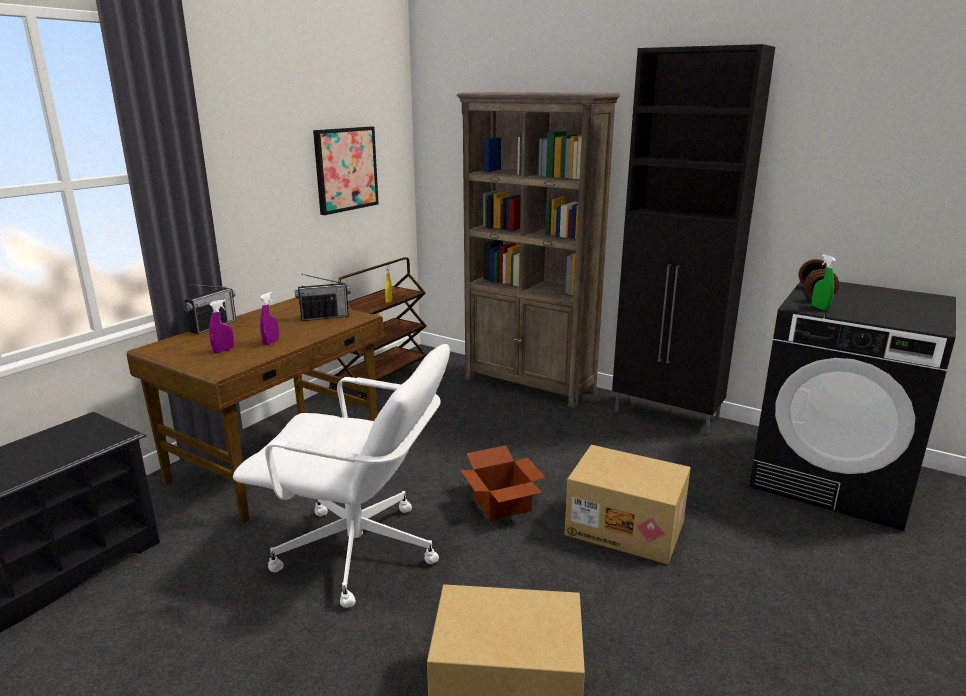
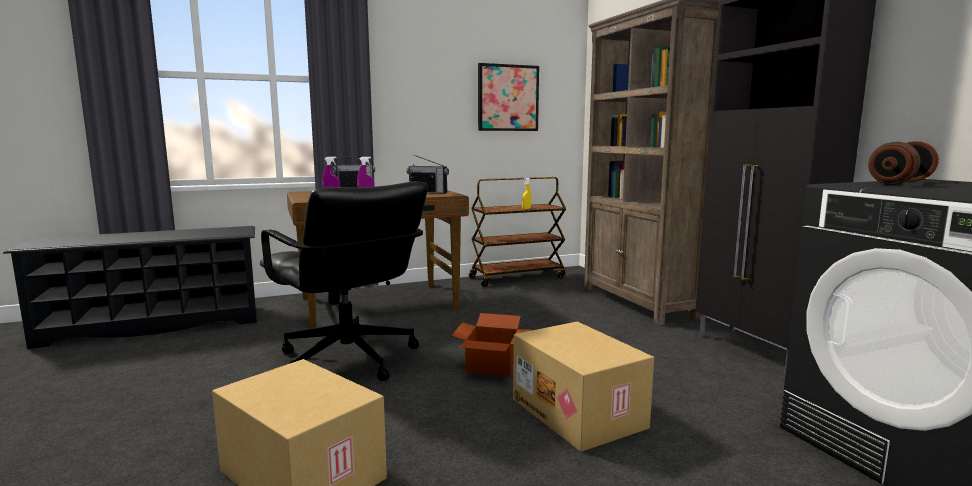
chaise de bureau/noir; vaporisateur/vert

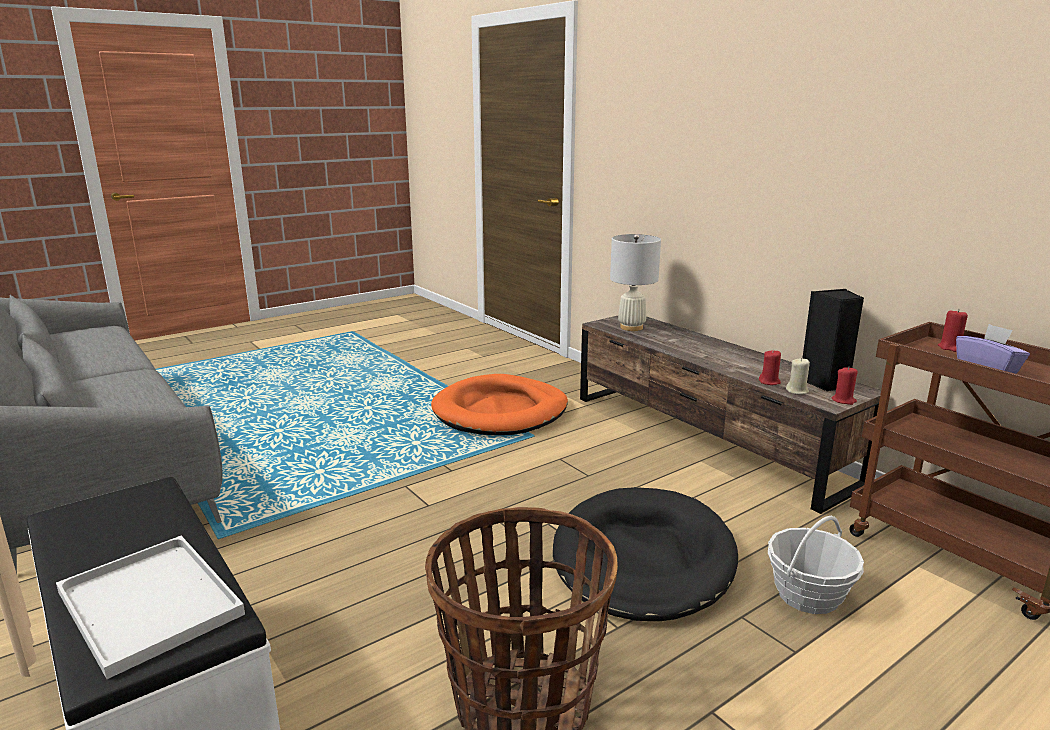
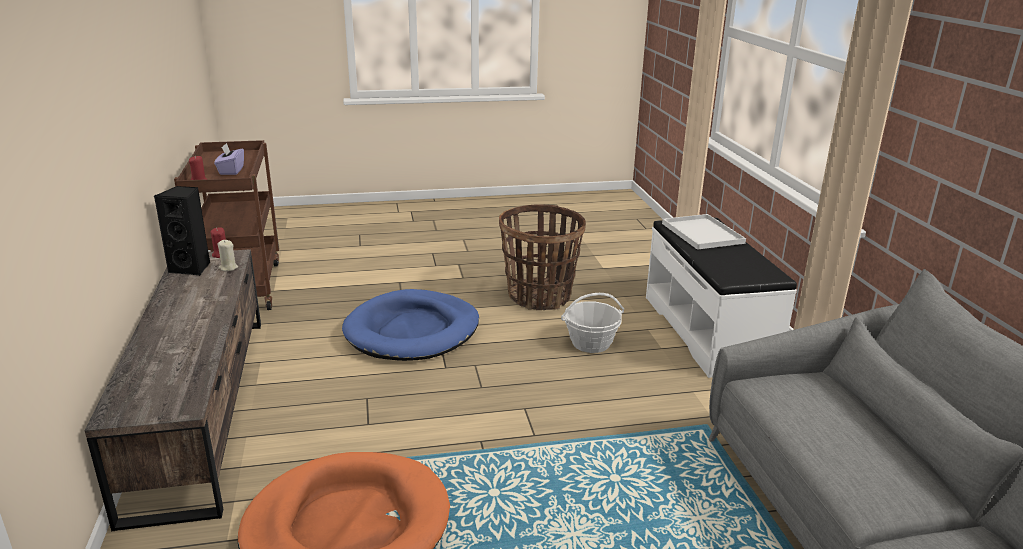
panier pour chien/bleu; lampe de table/blanc; bougie/rouge (no. 1 from left in the first image); panier (no. 2 from left)

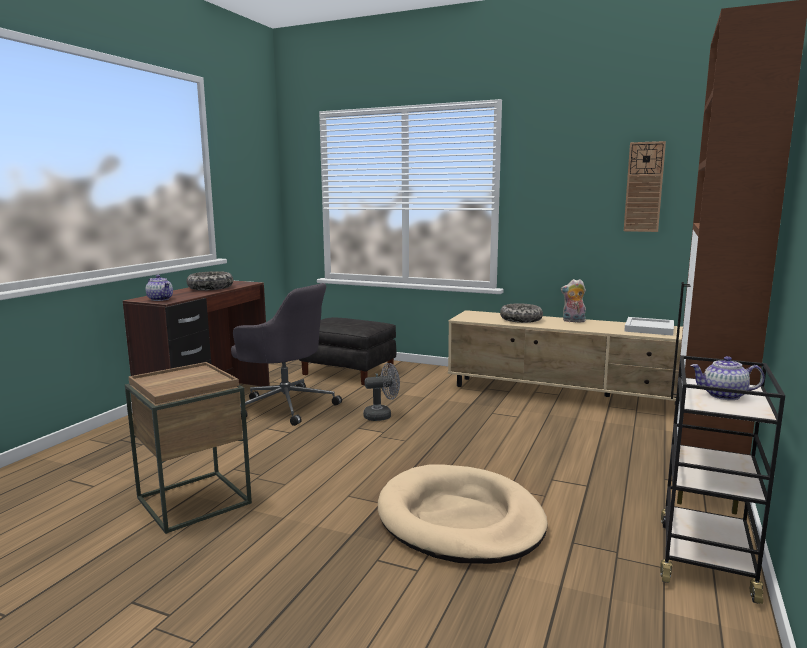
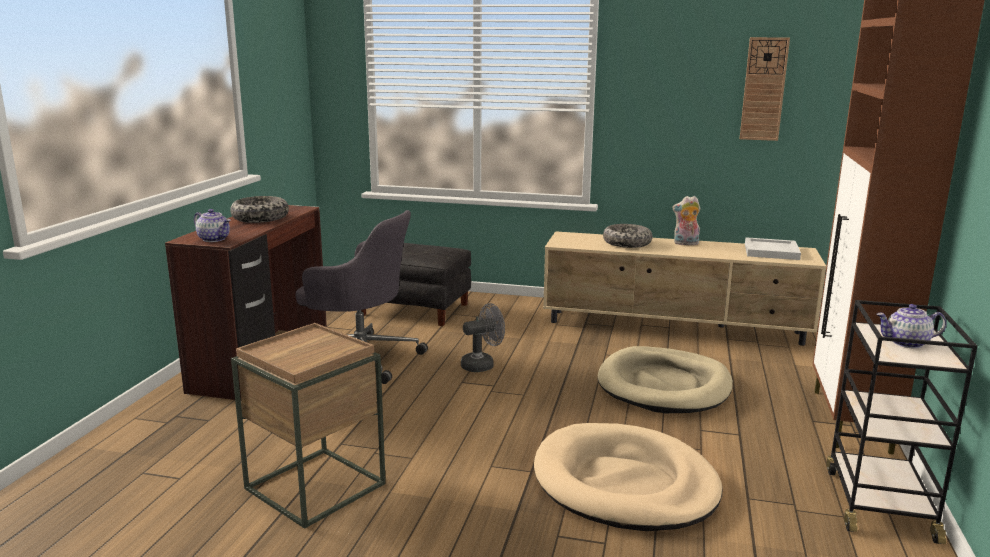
panier pour chien/beige (no. 2 from left)

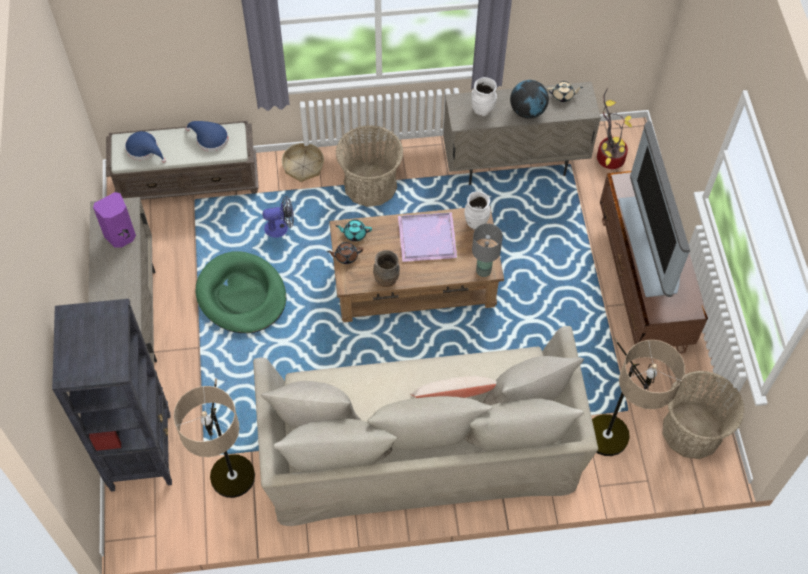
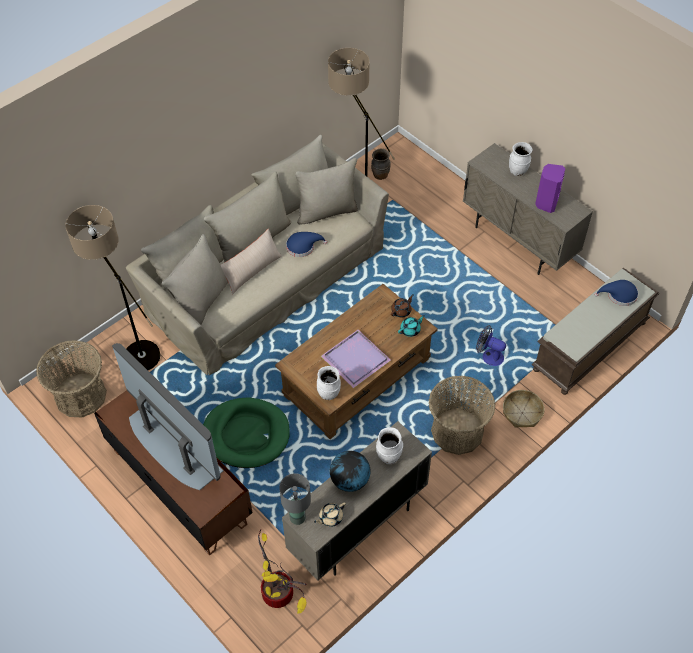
bibliothèque/noir; chapeau/bleu (no. 1 from left); panier pour chien/vert; ventilateur; vase/marron; lampe de table/gris; vase/blanc (no. 3 from left)

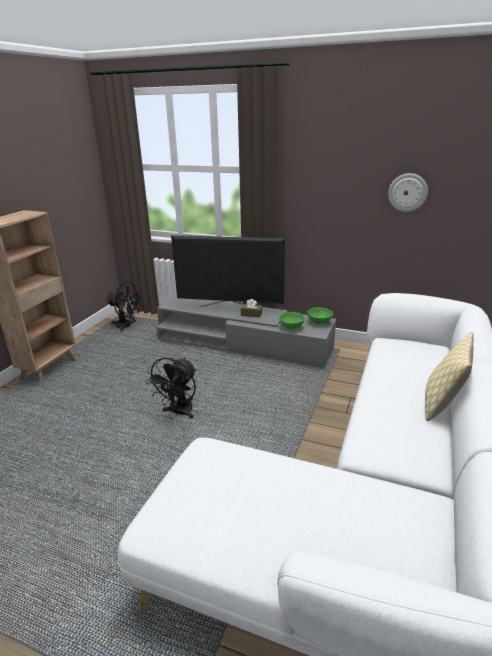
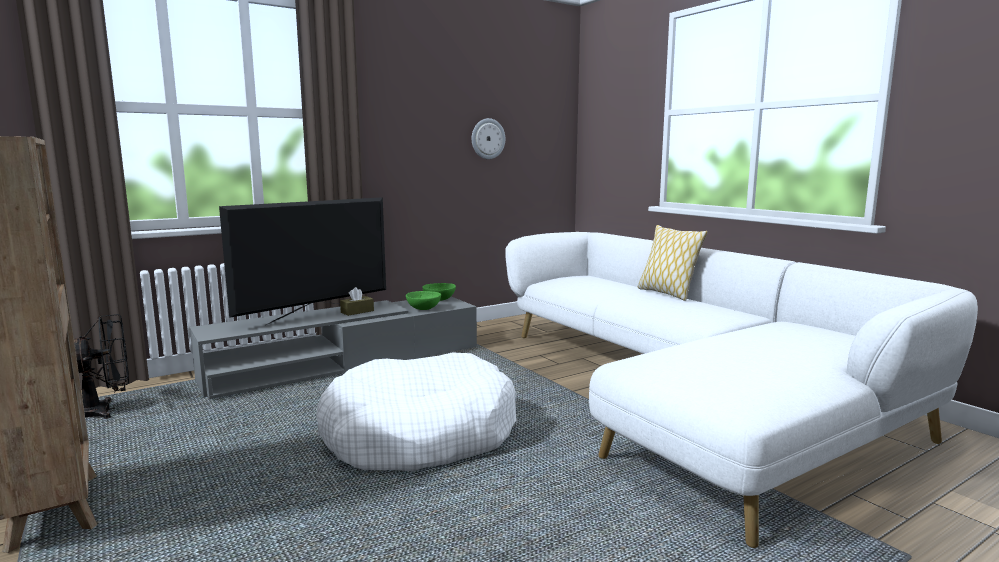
panier pour chien/blanc

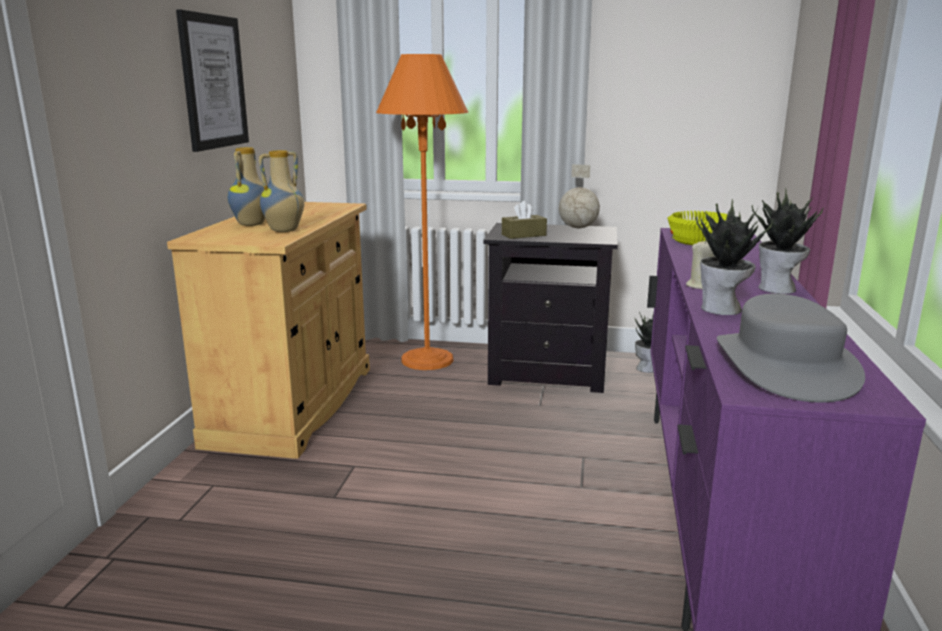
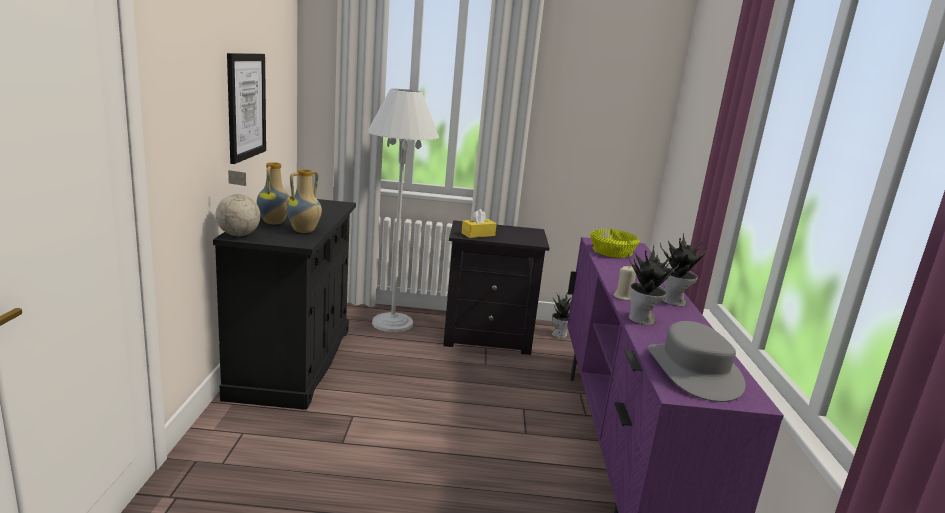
meuble de rangement/noir; lampadaire/blanc; boîte à mouchoirs/jaune; globe

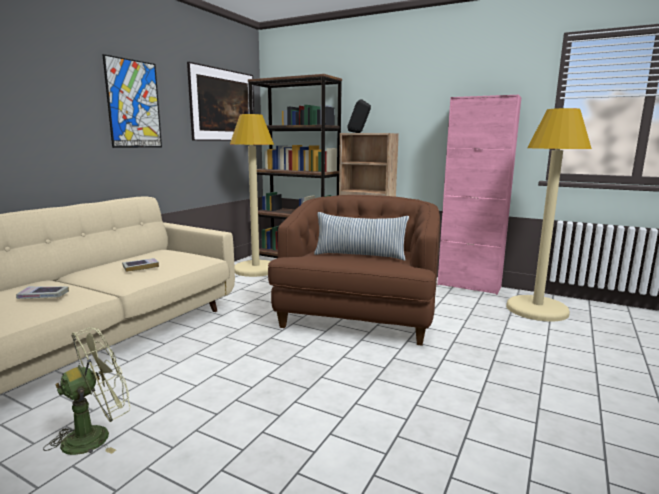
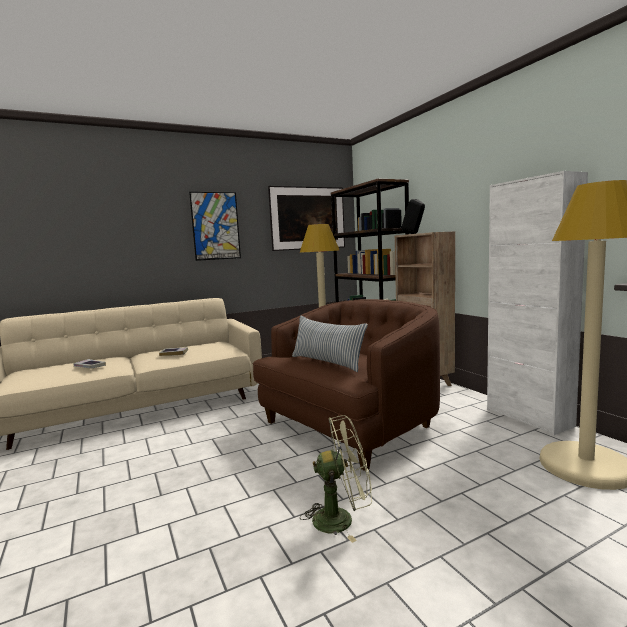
ventilateur/vert; meuble de rangement/blanc

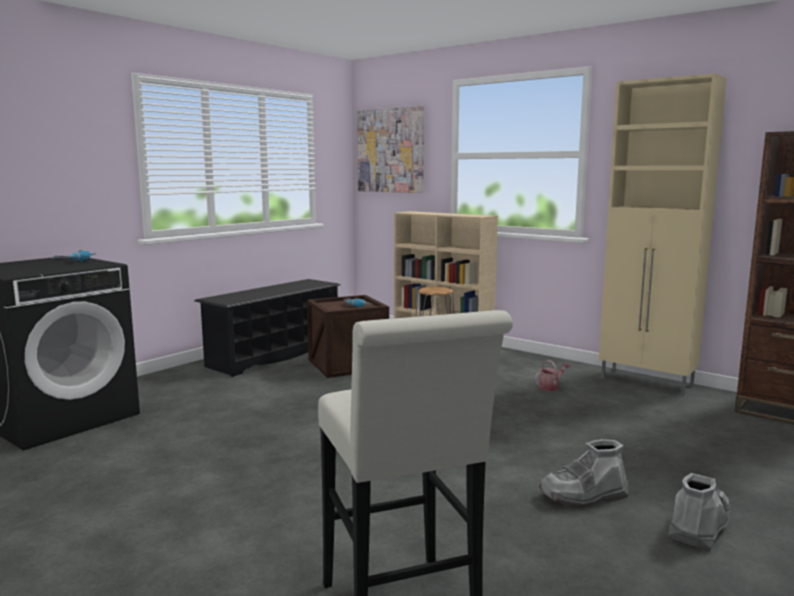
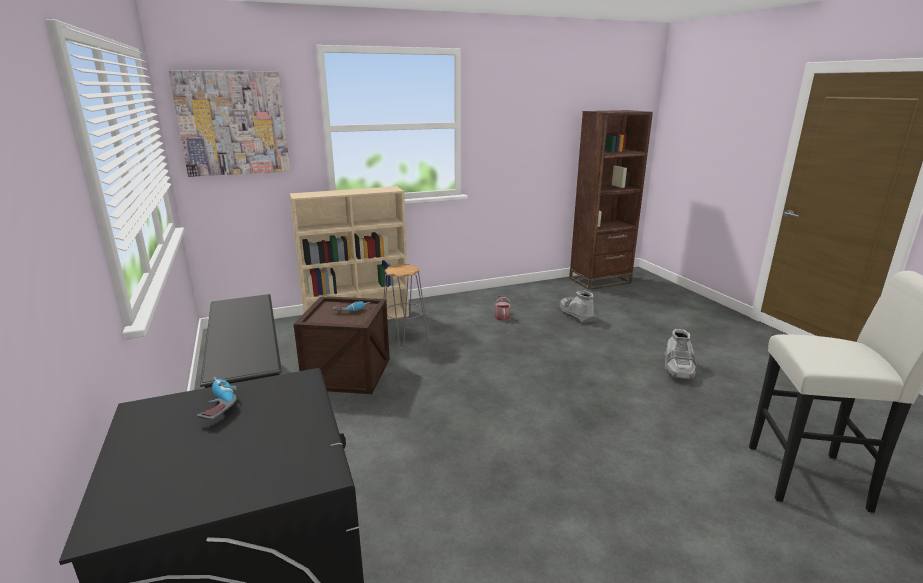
meuble de rangement/beige; botte/gris (no. 1 from left)

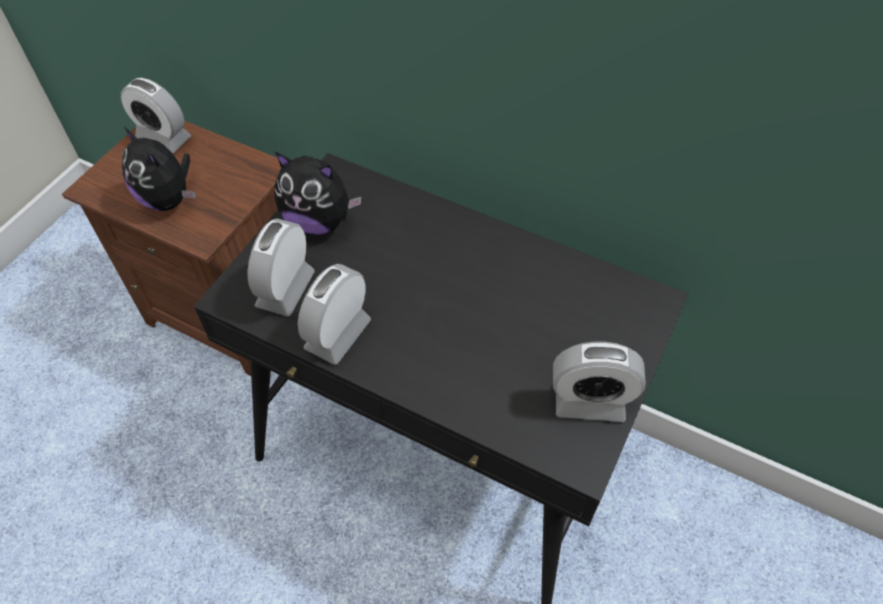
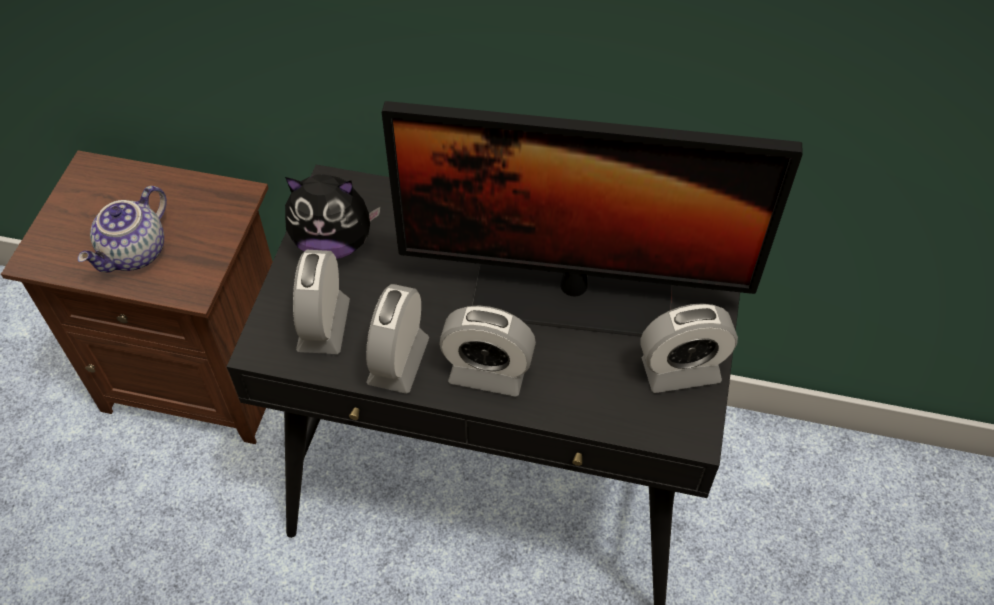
réveil (no. 3 from left); théière; écran d'ordinateur

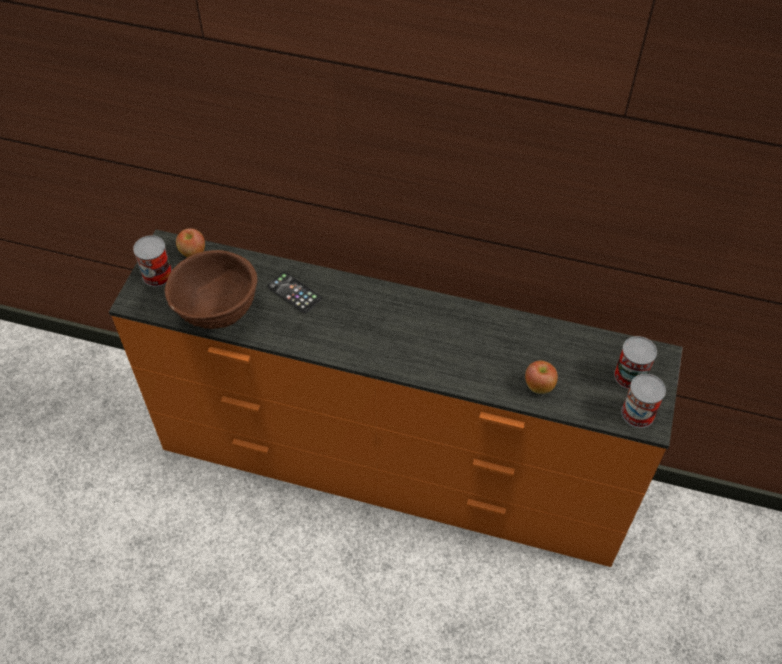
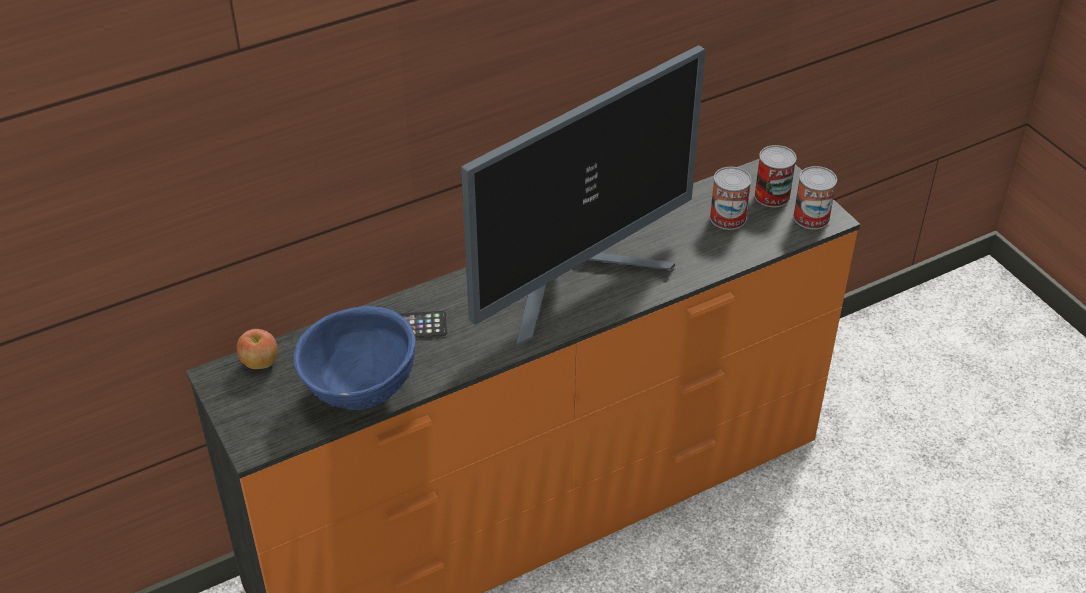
boîte métallique (no. 1 from left); bol/bleu; pomme (no. 2 from left in the first image); écran d'ordinateur

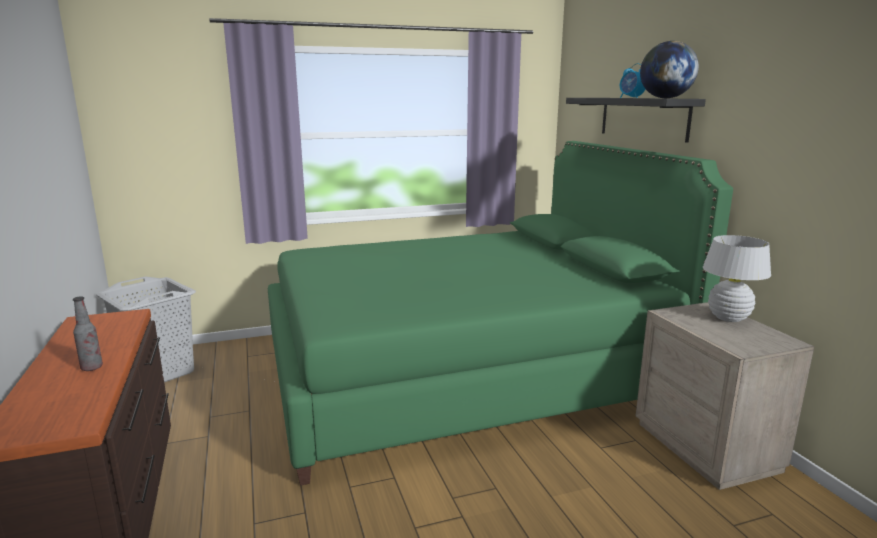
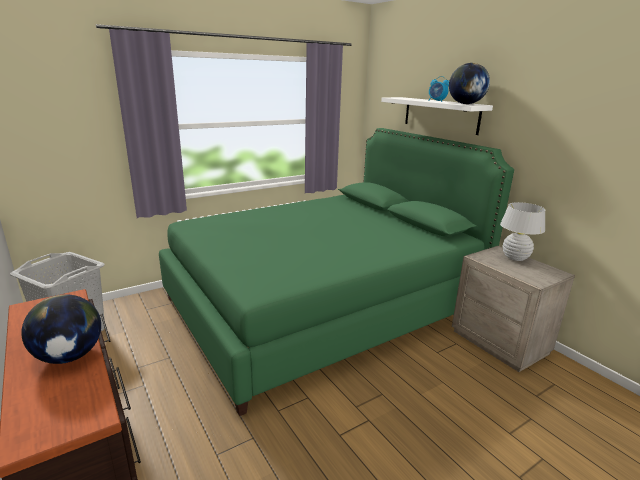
globe (no. 1 from left); étagère/blanc

